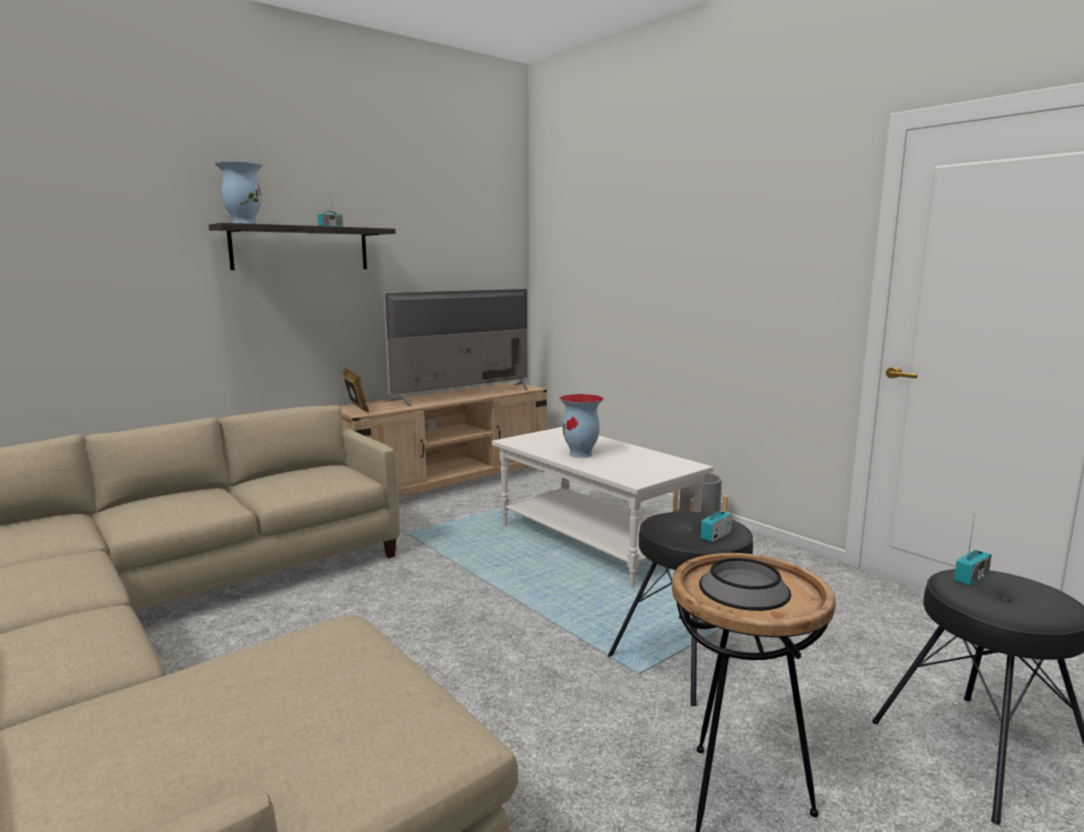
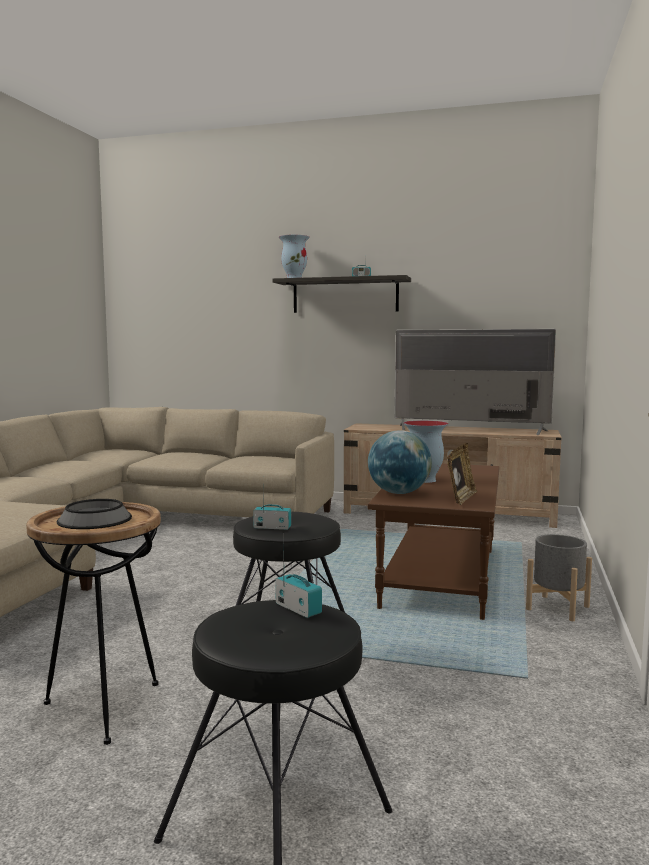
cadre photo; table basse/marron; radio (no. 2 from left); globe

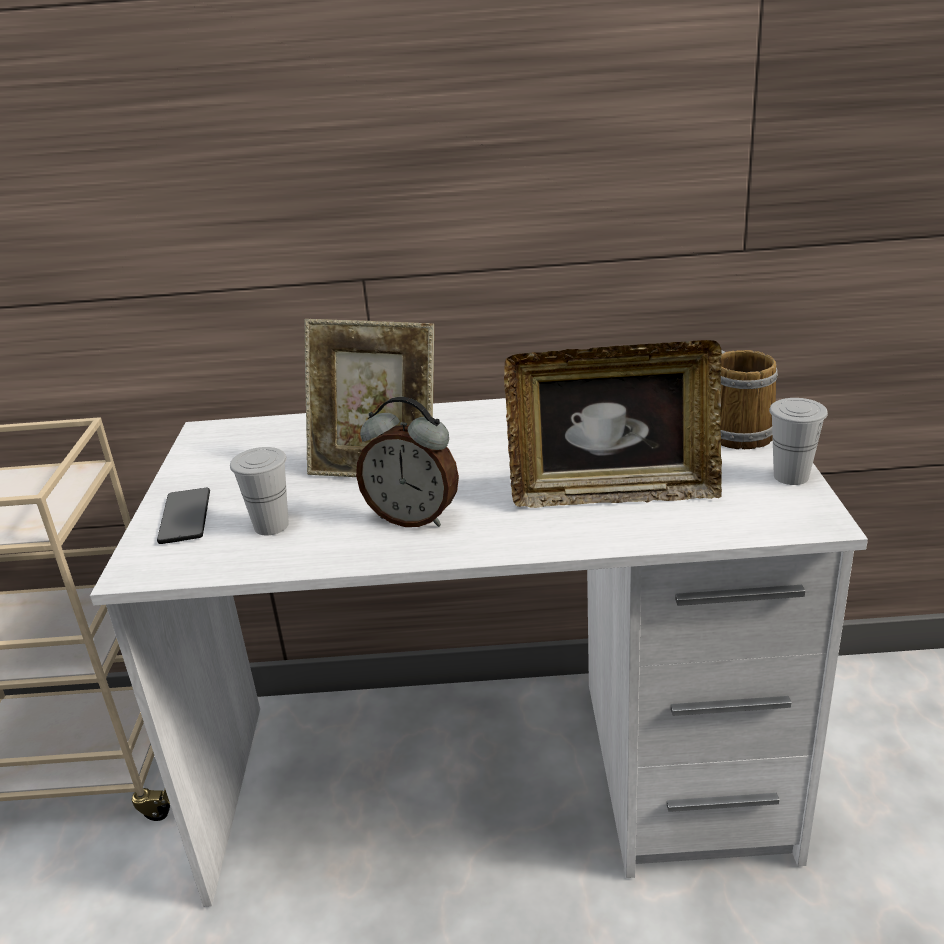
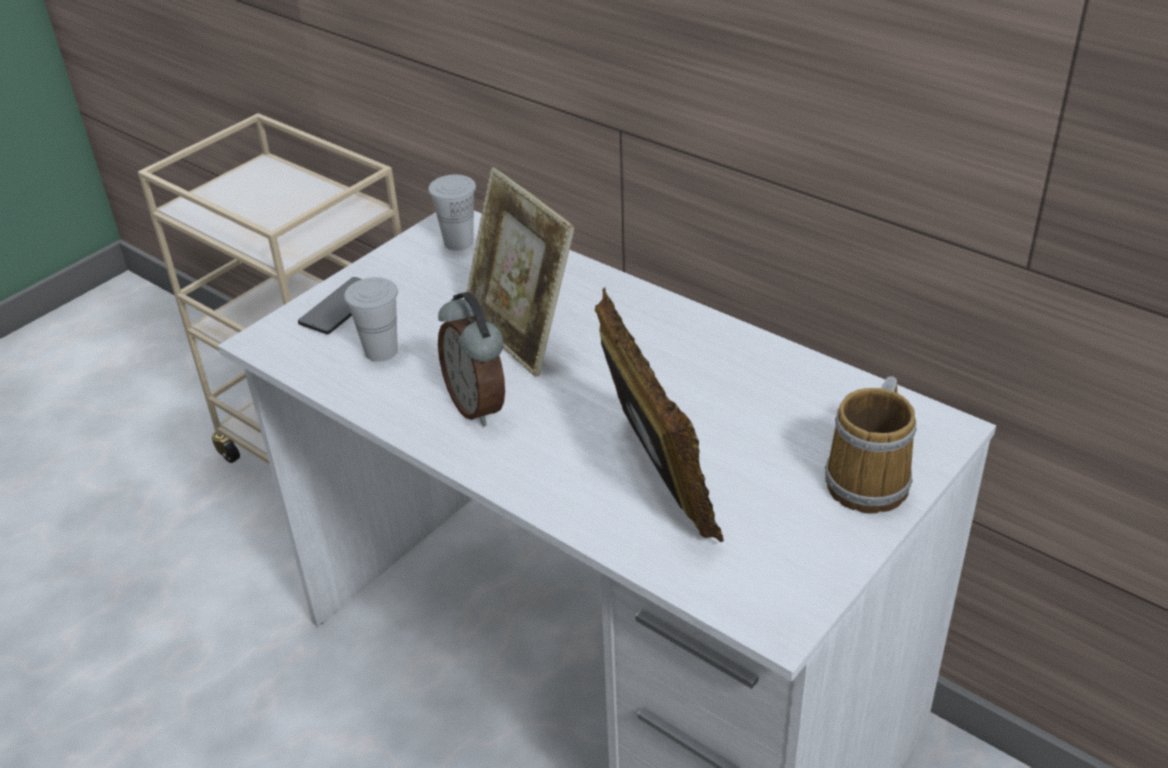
cadre photo (no. 2 from left); tasse/blanc (no. 2 from left)

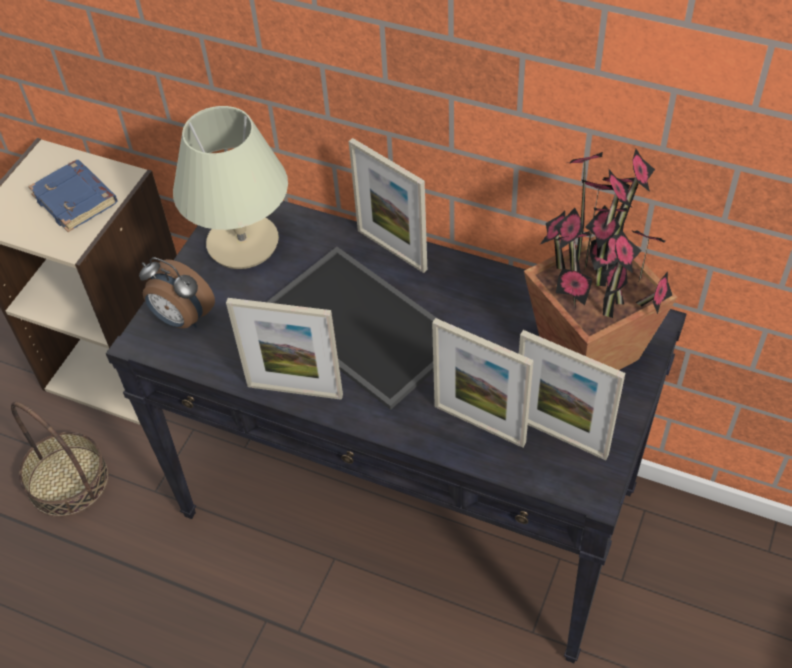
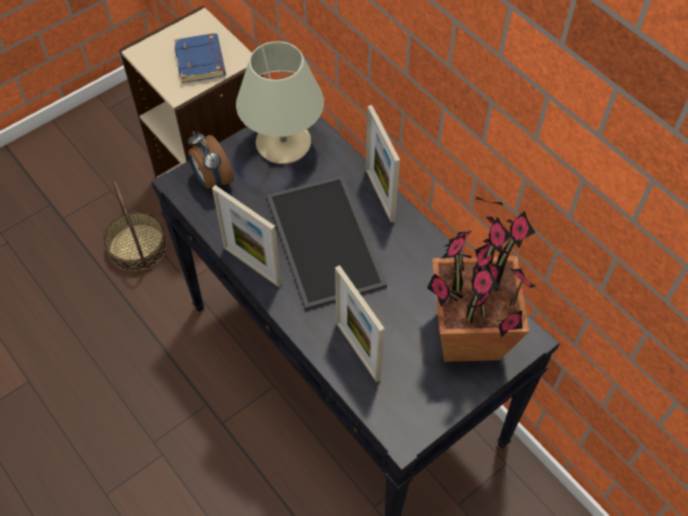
cadre photo (no. 4 from left in the first image)

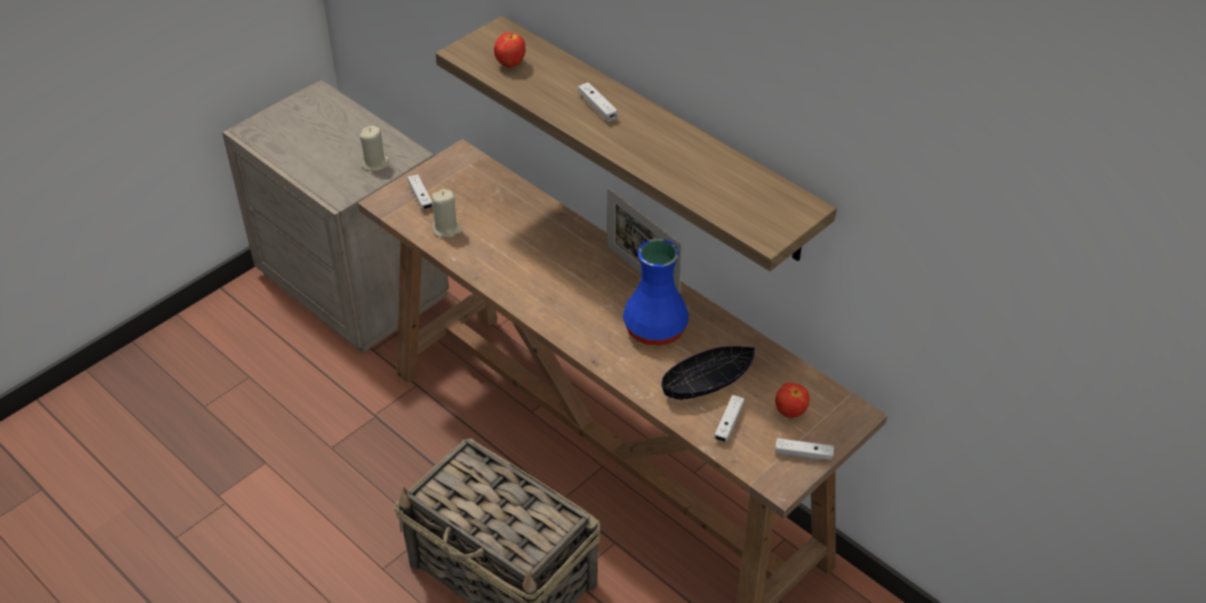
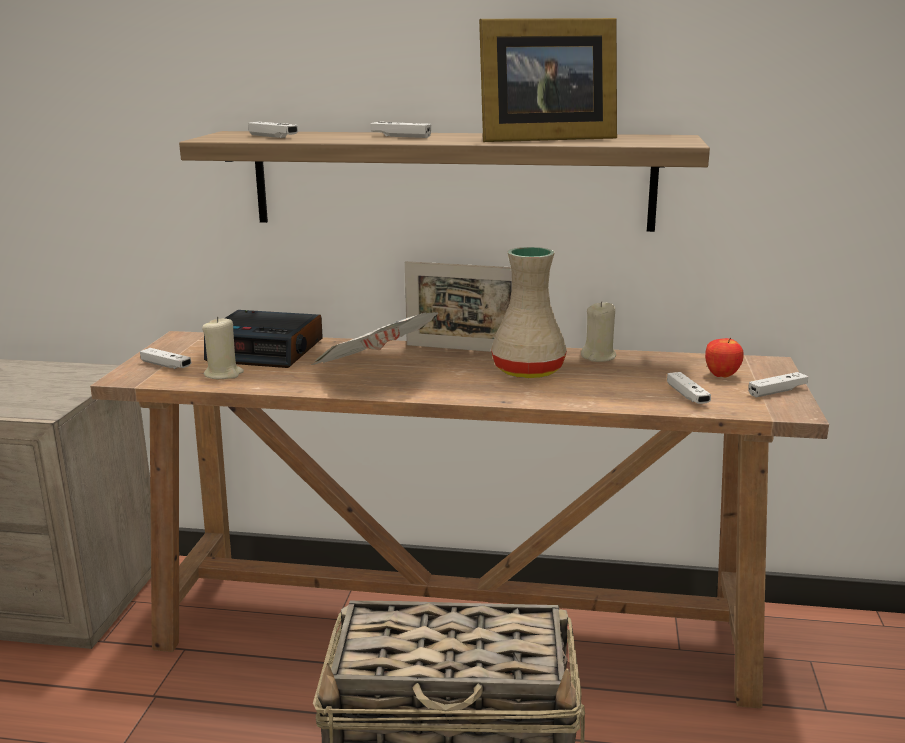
bougie/beige (no. 2 from left); manette/blanc (no. 2 from left); vase/beige; bol/noir; réveil; journal; cadre photo (no. 2 from left)

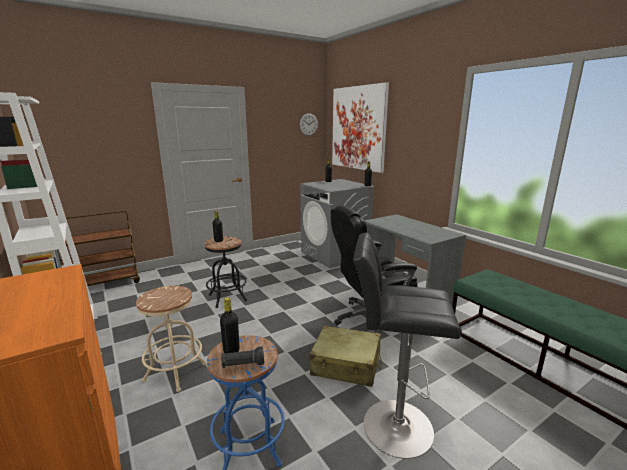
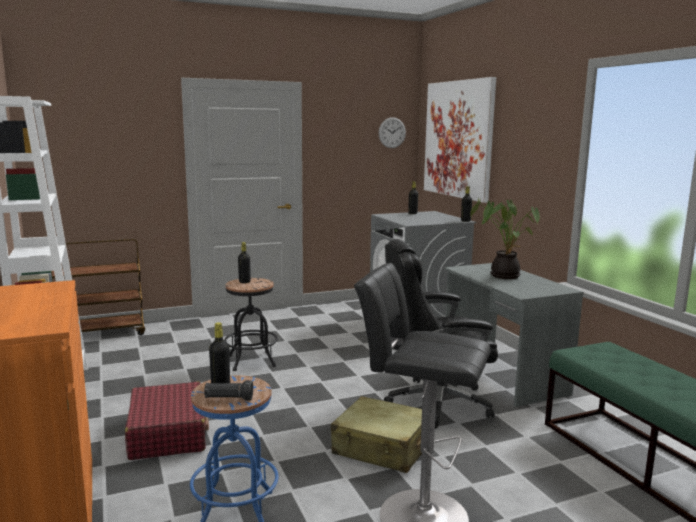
valise/rouge; plante en pot

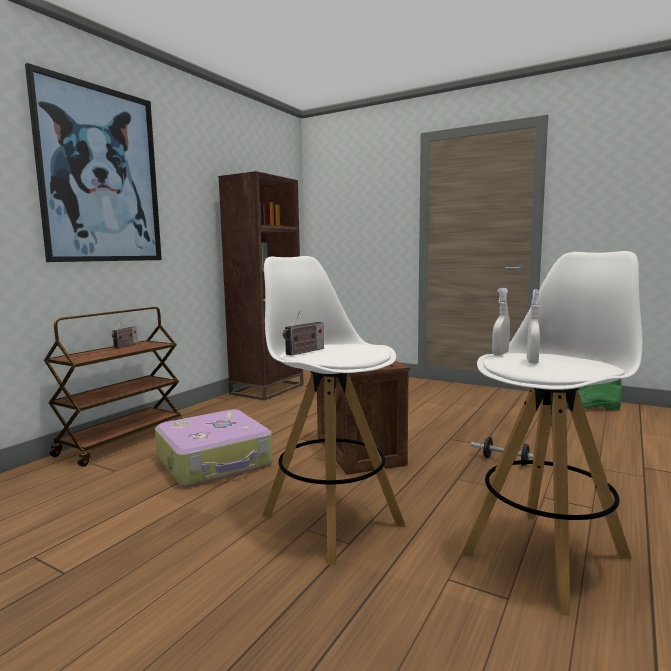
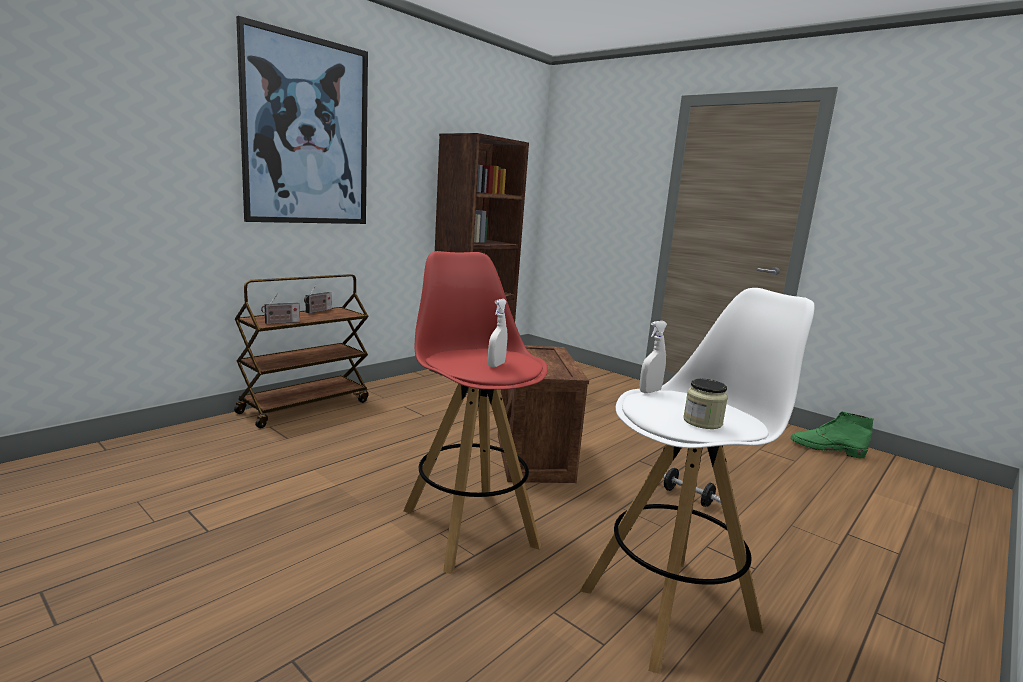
valise; tabouret/rouge; radio (no. 1 from left); vaporisateur/blanc (no. 1 from left); bocal

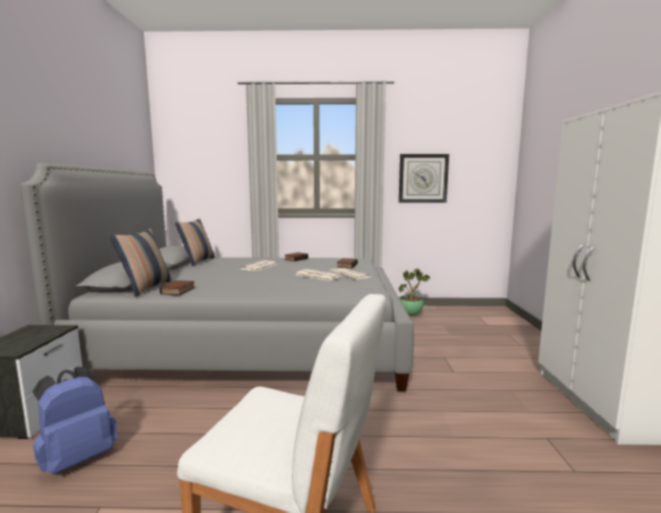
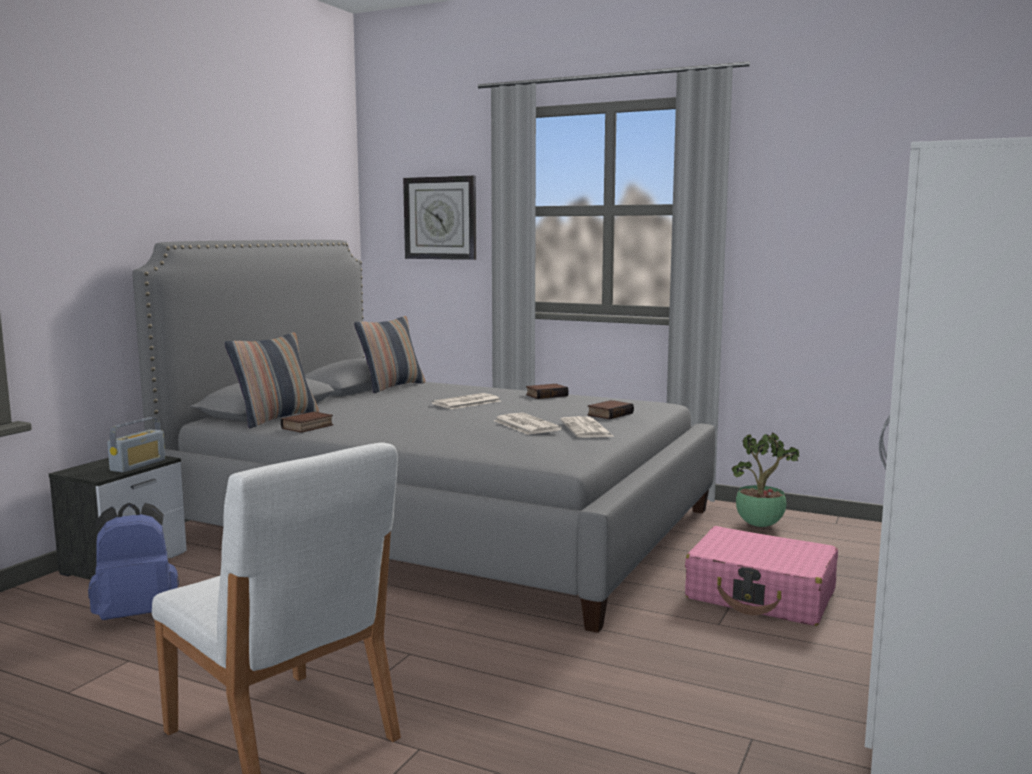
horloge murale; radio; valise/rose

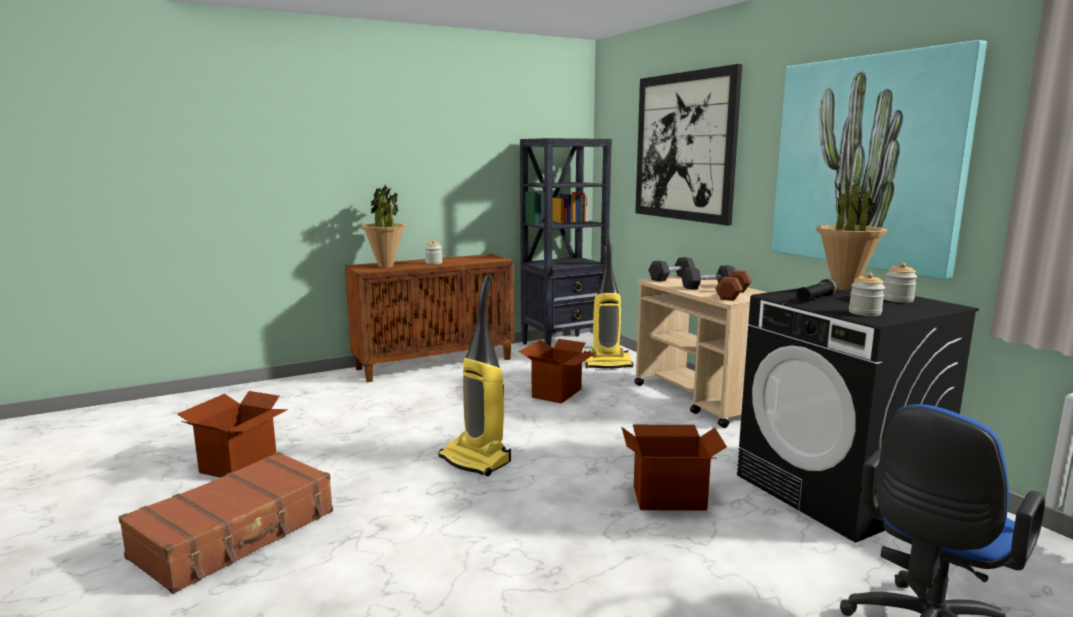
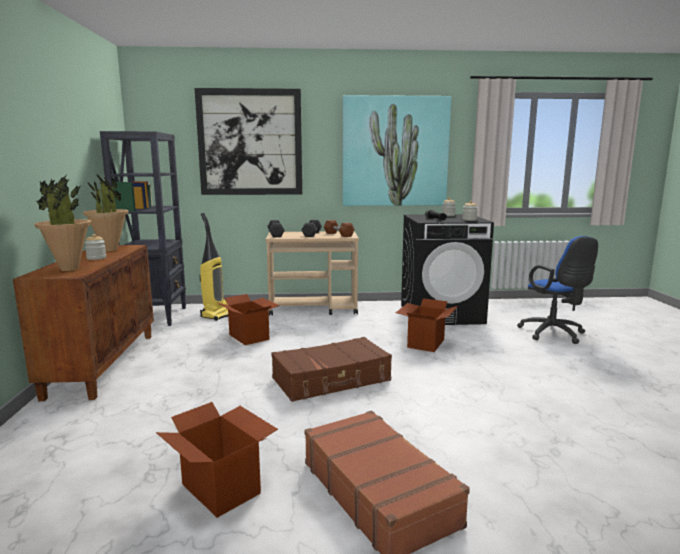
valise/marron (no. 1 from left); plante en pot (no. 2 from left)

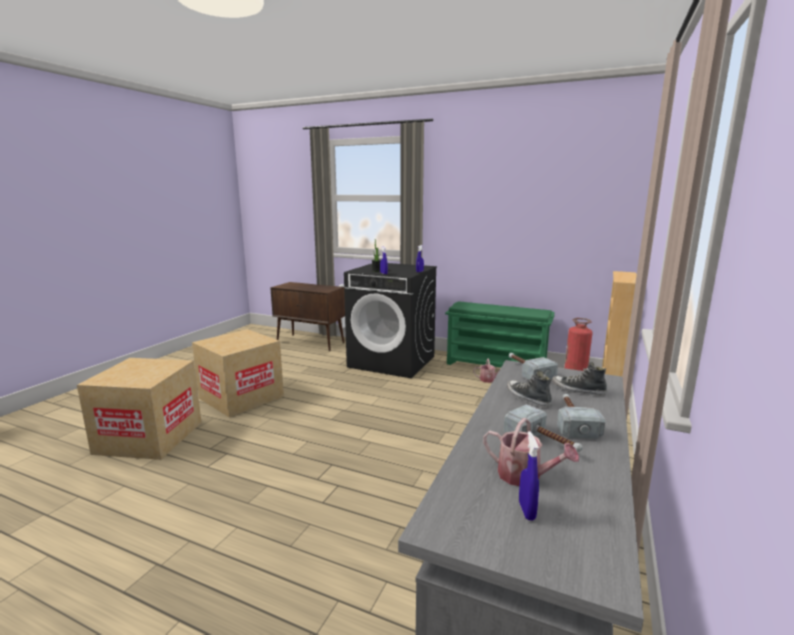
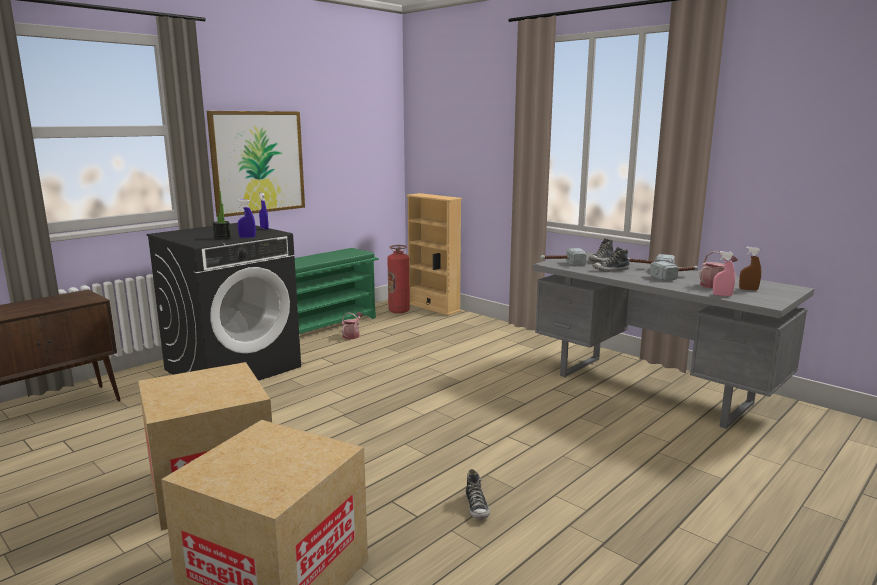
vaporisateur/marron; tableau; chaussure (no. 1 from left); vaporisateur/rose

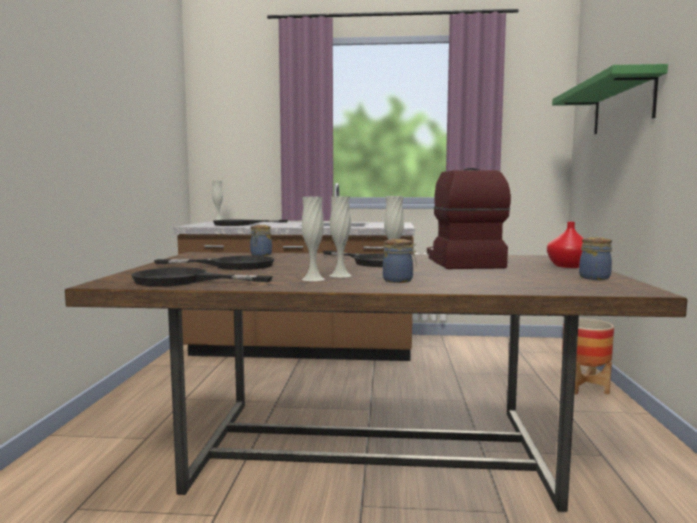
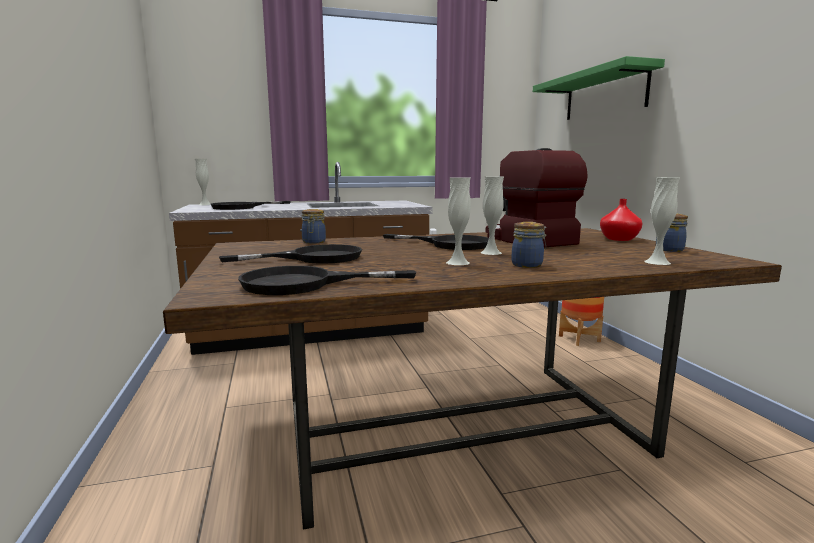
vase/blanc (no. 4 from left)

